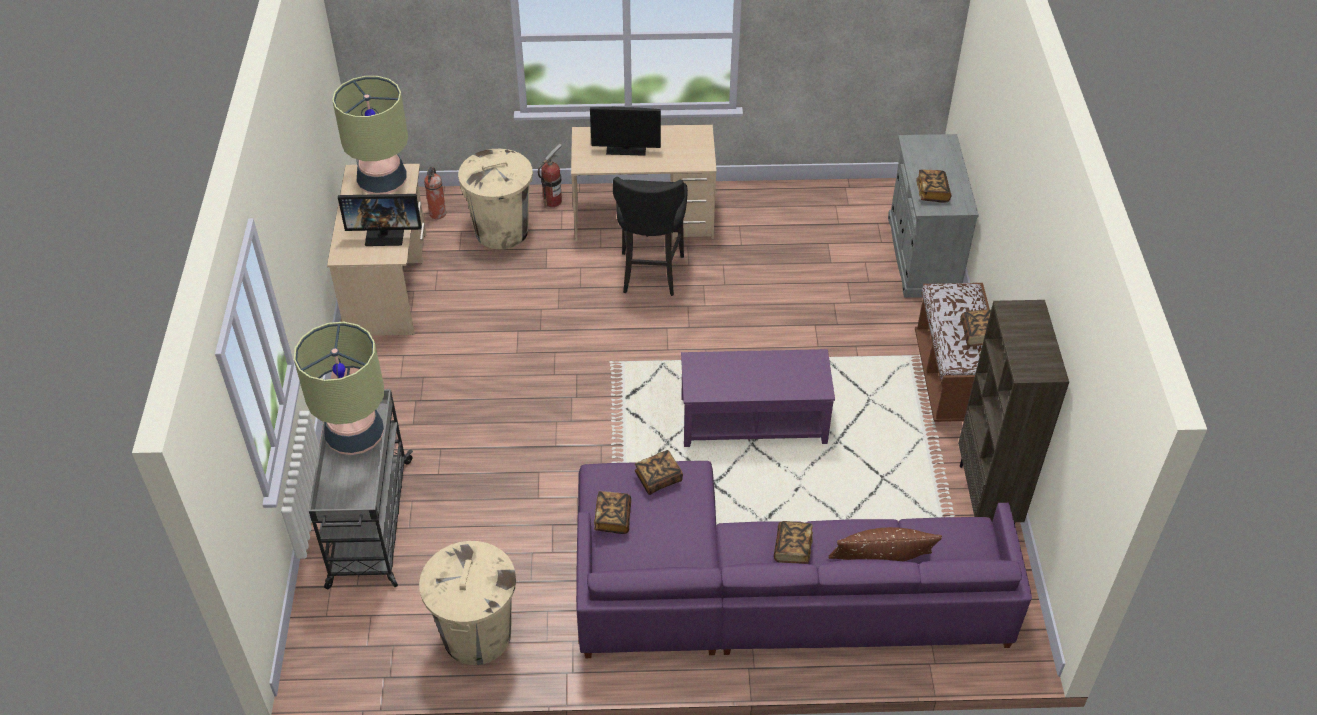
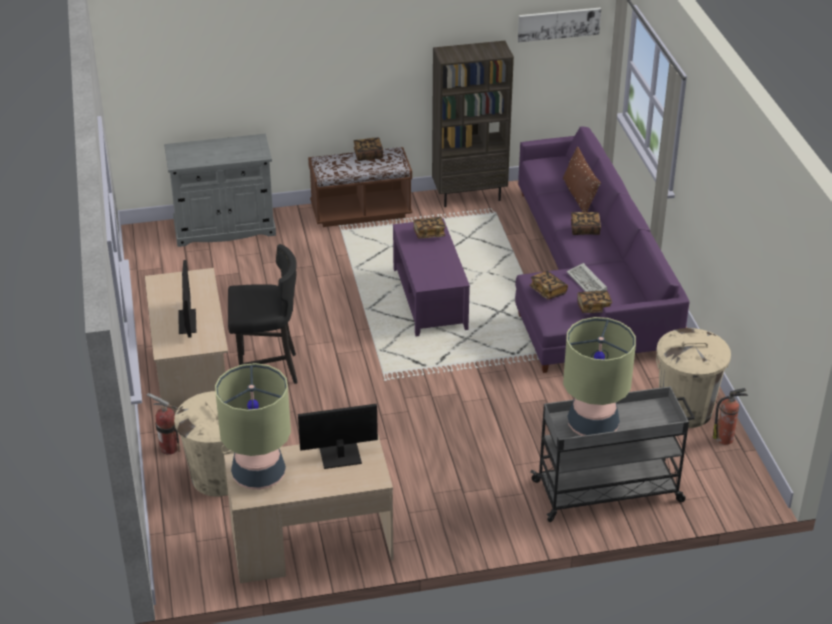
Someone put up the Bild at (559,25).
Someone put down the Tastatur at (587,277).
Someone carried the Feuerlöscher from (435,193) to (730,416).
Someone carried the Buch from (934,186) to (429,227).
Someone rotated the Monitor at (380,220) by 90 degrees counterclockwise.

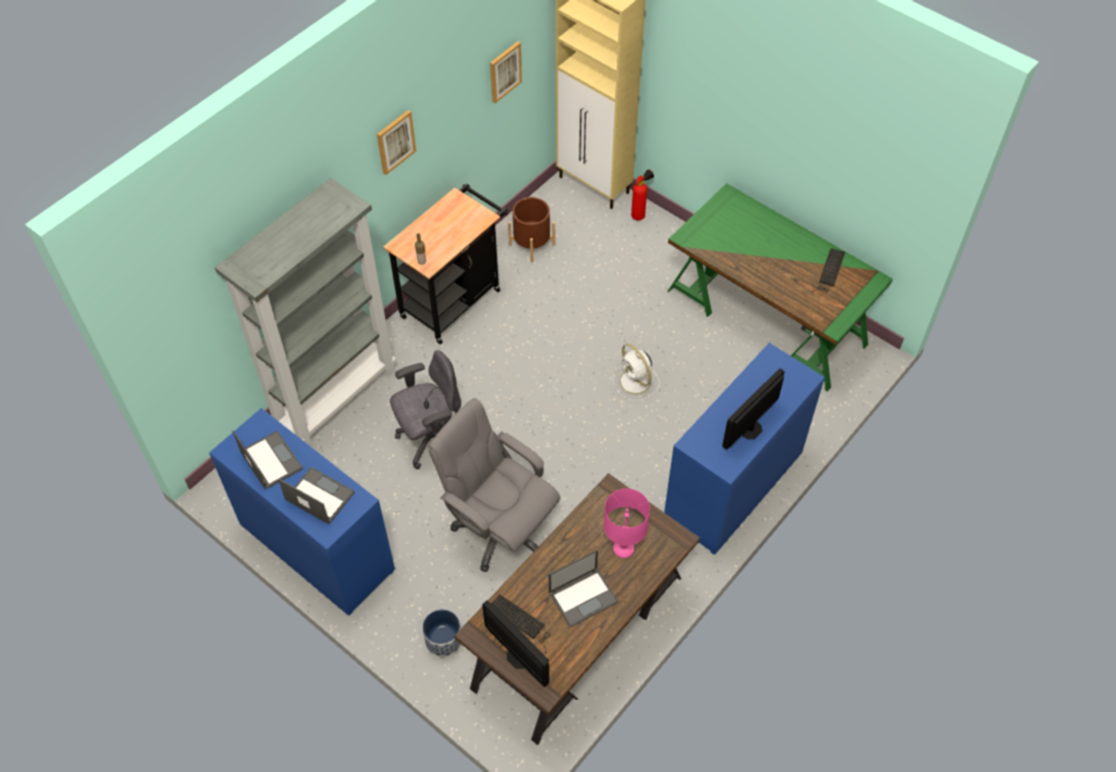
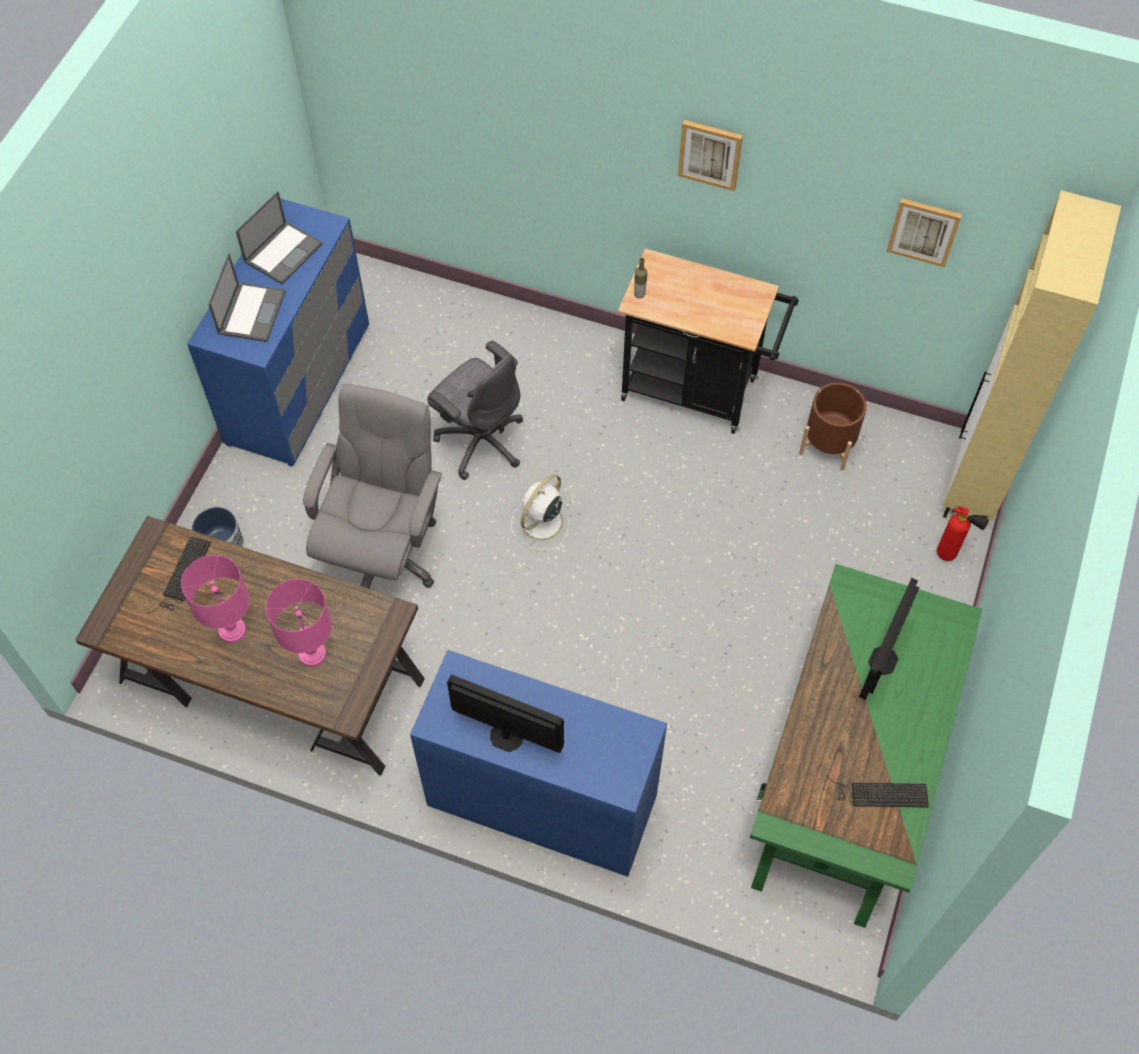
Someone took away the Bücherregal (grau) at (305,312).
Someone carried the Monitor from (515,643) to (889,639).
Someone carried the Ventilator (weiß) from (636,372) to (540,512).
Someone swapped the Laptop at (583,588) for the Tischlampe (rosa) at (215,599).

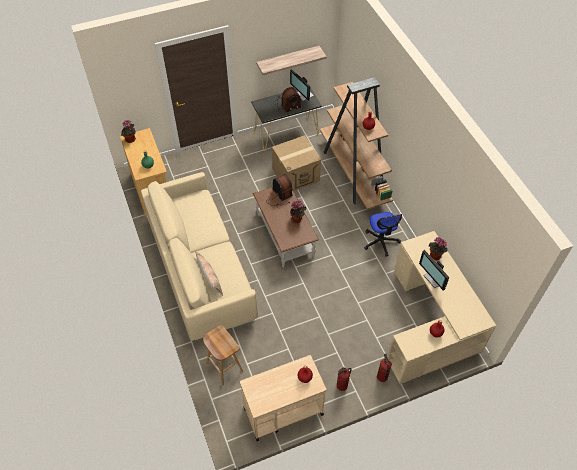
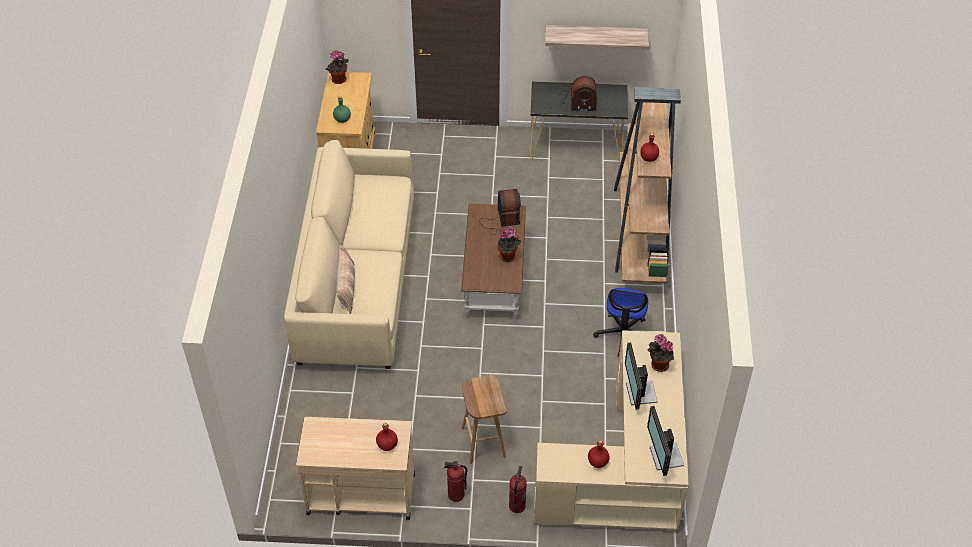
Someone took away the Karton at (296,163).
Someone carried the Hocker (braun) from (223,355) to (483,419).
Someone carried the Monitor from (302,85) to (665,441).

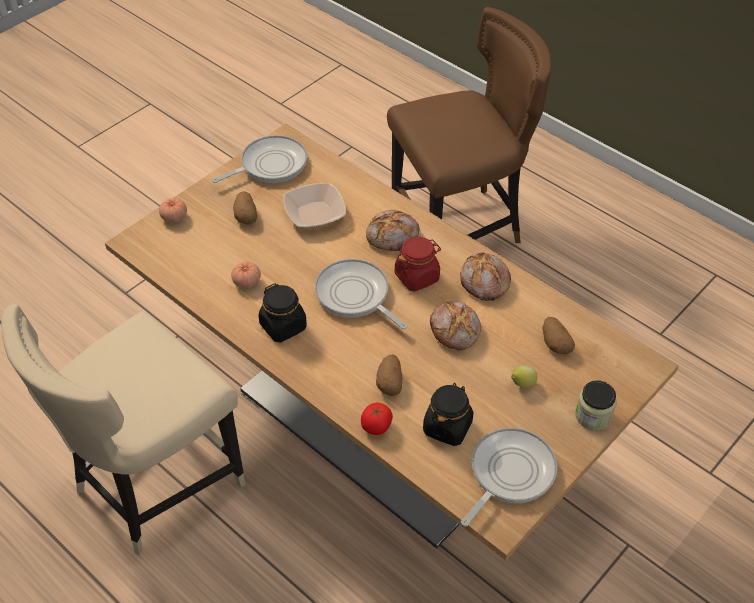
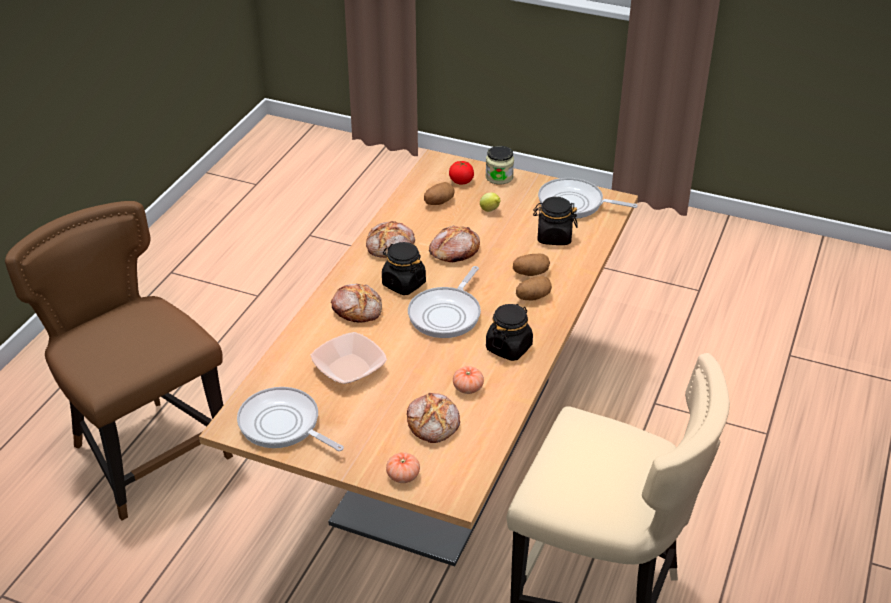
Someone put down the Brot at (433,418).
Someone carried the Kartoffel from (245,207) to (534,288).
Someone carried the Tomate from (377,419) to (461,173).
Someone repainted the Vorratsglas (rot) at (418,264), which became the Vorratsglas (schwarz) at (404,268).

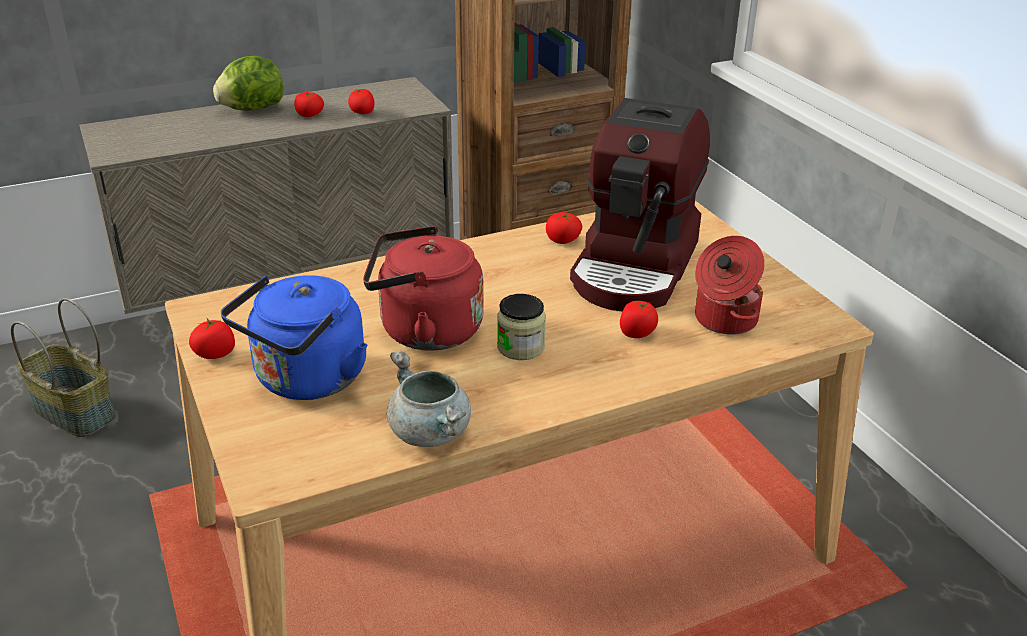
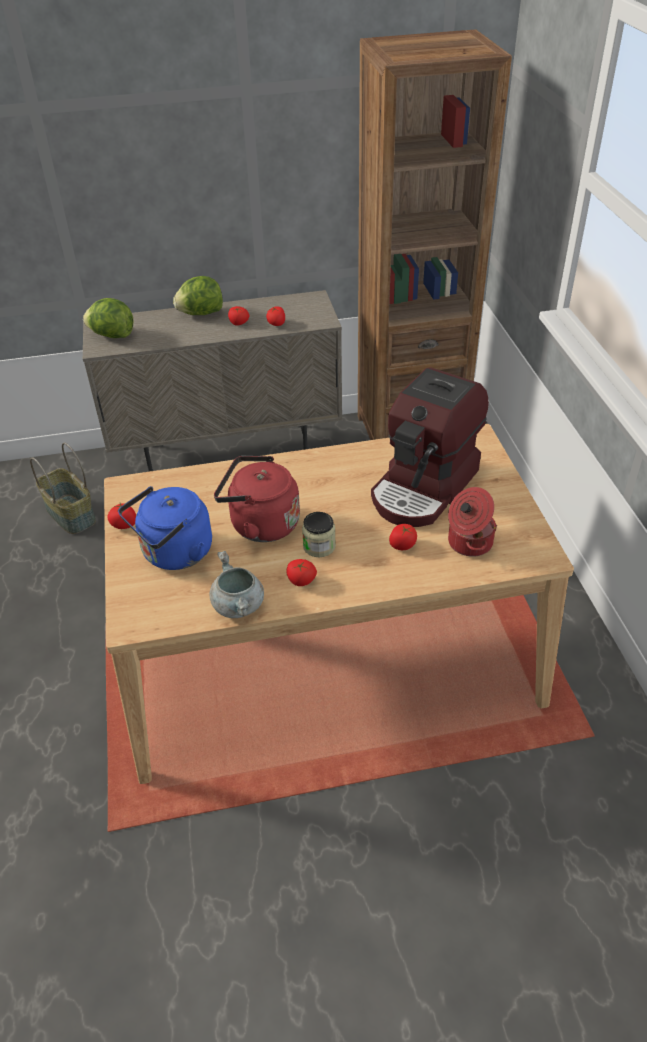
Someone put down the Salatkopf at (108,318).
Someone carried the Tomate from (564,228) to (301,572).

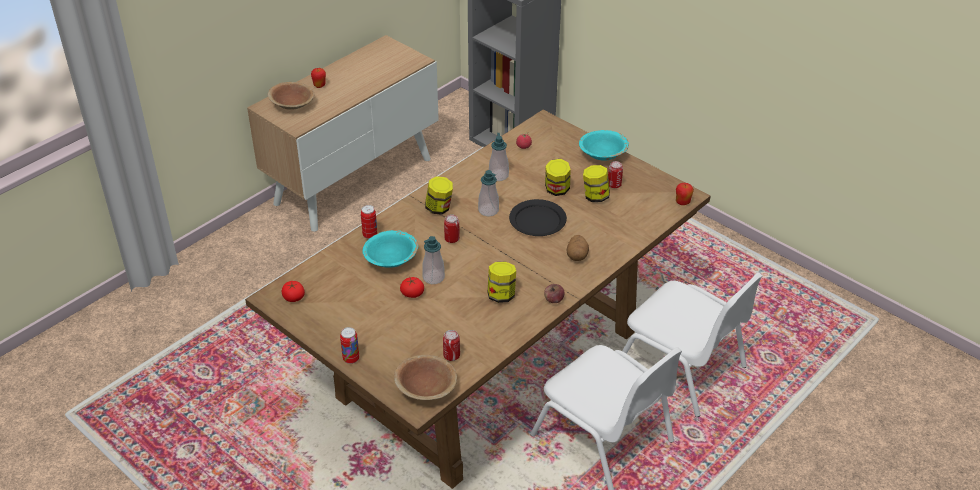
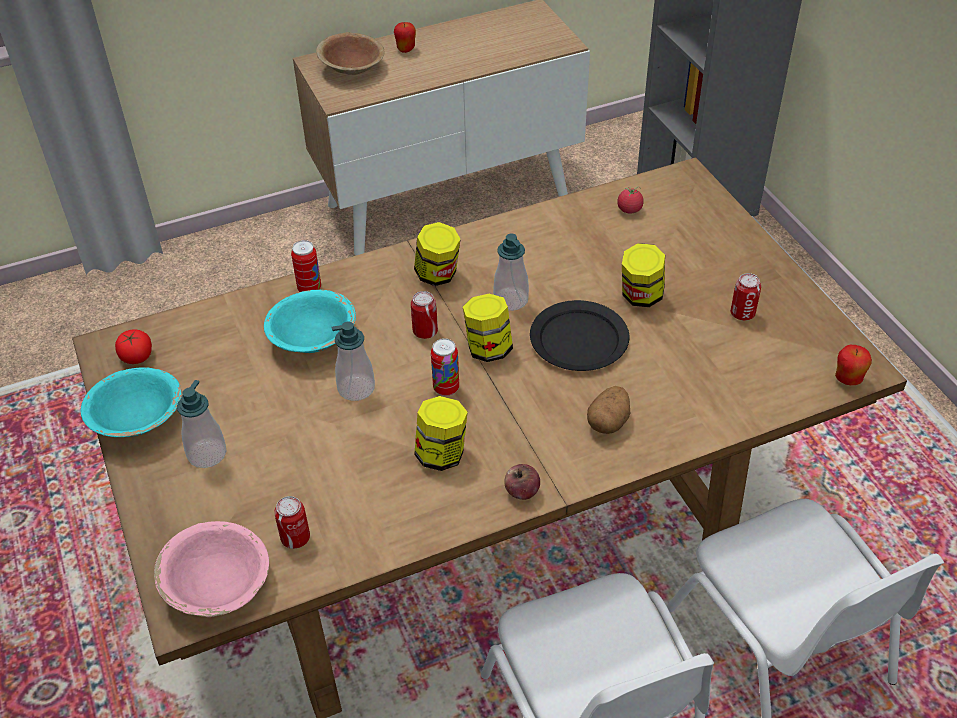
Someone took away the Tomate at (412,287).
Someone carried the Dose from (349,345) to (445,367).
Someone carried the Seifenspender from (499,157) to (201,424).
Someone carried the Schüssel (türkis) from (604,145) to (131,402).
Someone carried the Vorratsglas from (596,183) to (488,328).
Someone repainted the Schüssel (braun) at (425,377), which became the Schüssel (rosa) at (211,569).

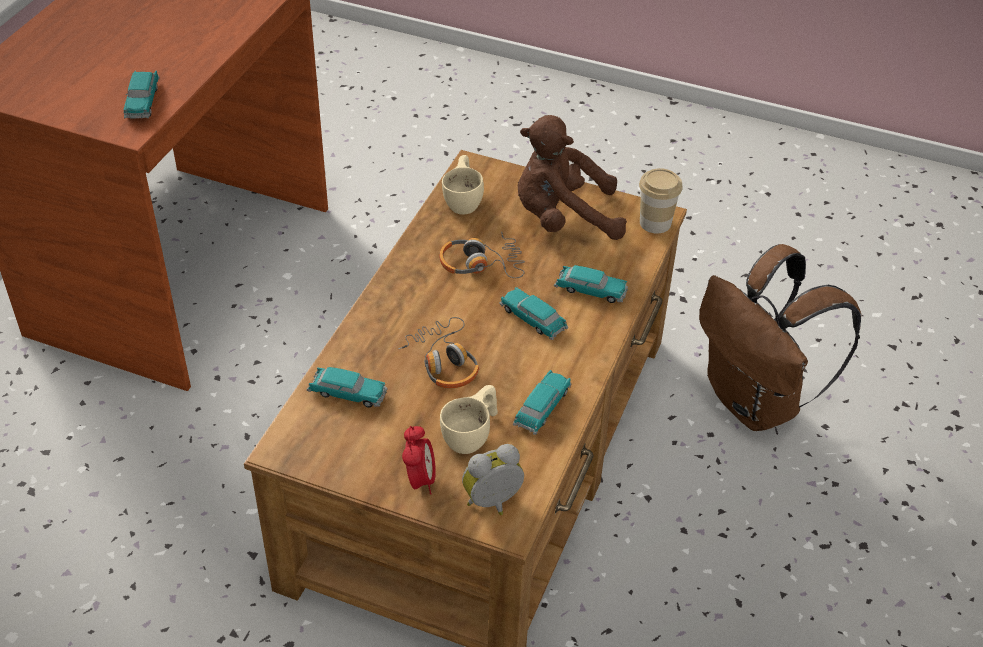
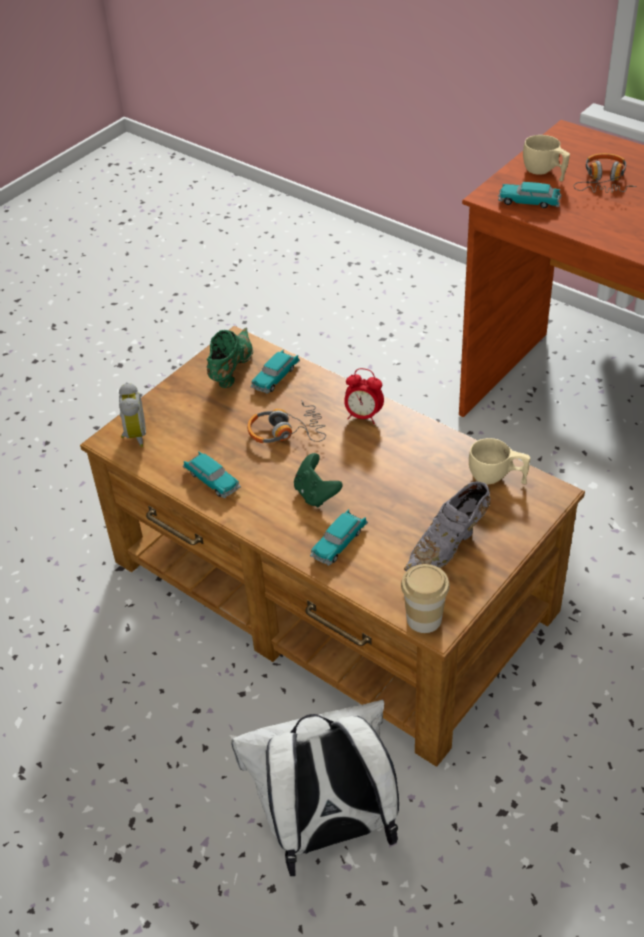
Someone put down the Schuh (grün) at (230,357).
Someone carried the Wecker from (419,460) to (364,396).
Someone carried the Kopfhörer from (482,254) to (605,173).
Someone carried the Tasse (beige) from (469,419) to (546,158).
Someone swapped the Spielzeugauto at (533,313) for the Gamepad (grün) at (318,480).
Someone swapped the Plüschtier (braun) at (572,177) for the Schuh (grau) at (447,526).
Someone repainted the Rucksack (braun) at (780,337), which became the Rucksack (weiß) at (315,788).

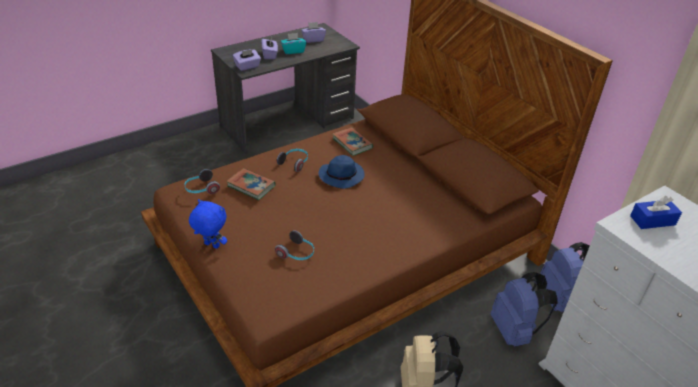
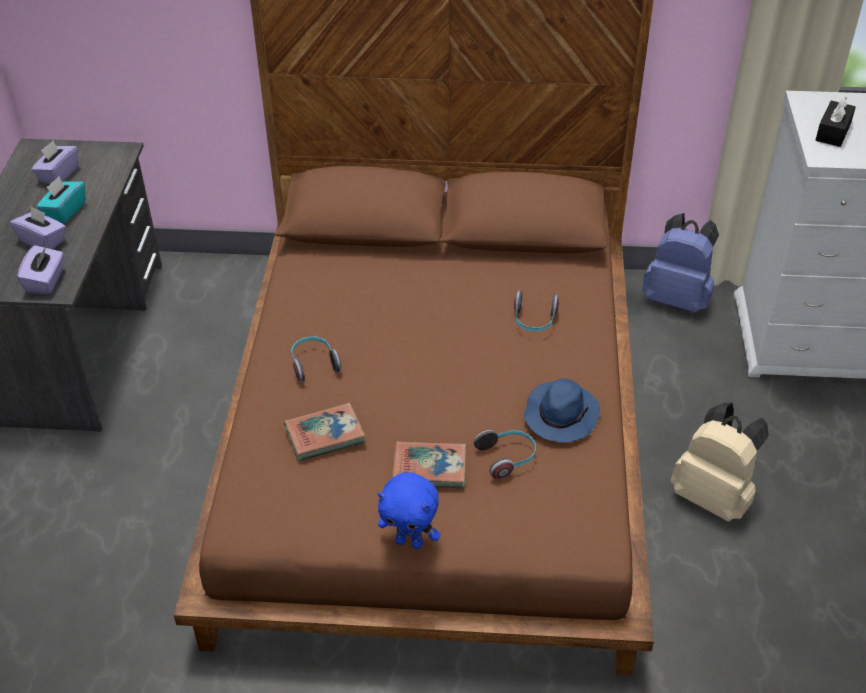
Someone took away the Rucksack (blau) at (524,309).
Someone carried the Kopfhörer from (202,181) to (536,311).
Someone carried the Hut (blau) from (342,172) to (562,410).
Someone carried the Buch from (352,142) to (429,464).
Someone repainted the Taschentuchbox (blau) at (656,212), which became the Taschentuchbox (schwarz) at (836,121).
Someone rotated the Plüschtier (blau) at (208,224) by 135 degrees counterclockwise.

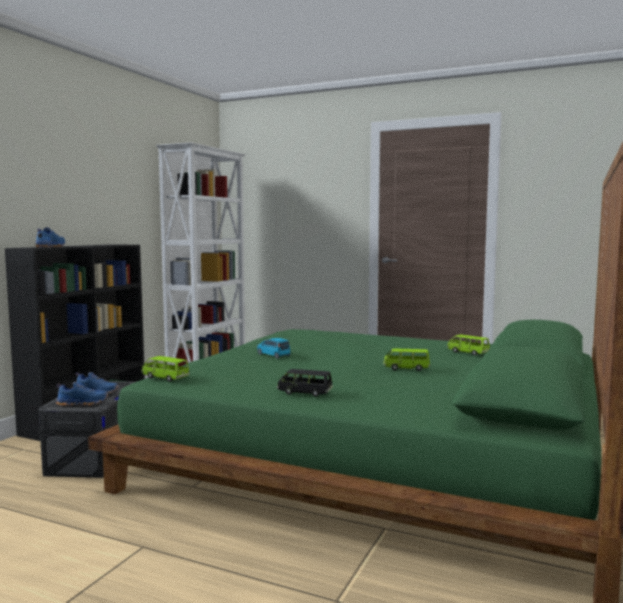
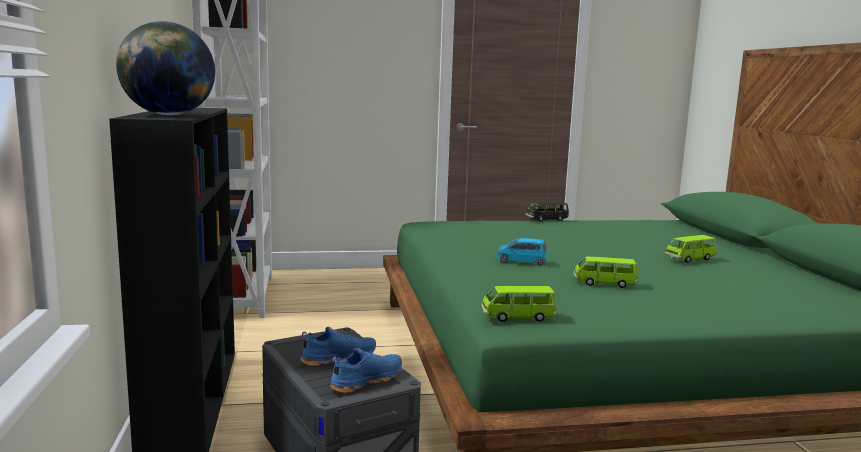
Someone carried the Spielzeugauto (schwarz) from (305,383) to (547,212).
Someone carried the Spielzeugauto (grün) from (468,345) to (606,272).
Someone swapped the Schuh (blau) at (50,237) for the Globus at (165,68).

